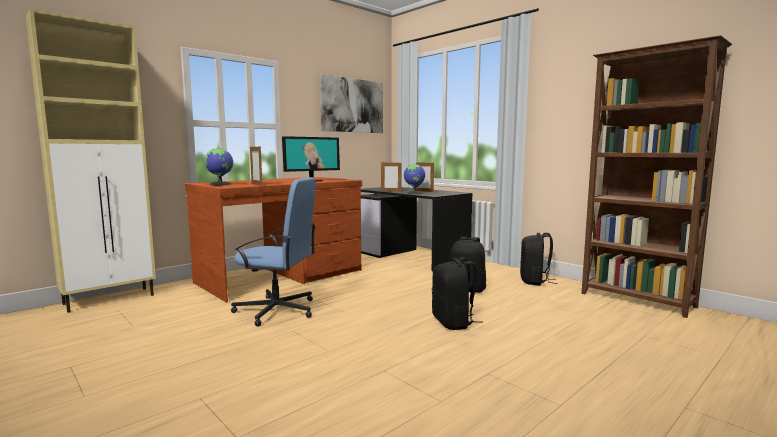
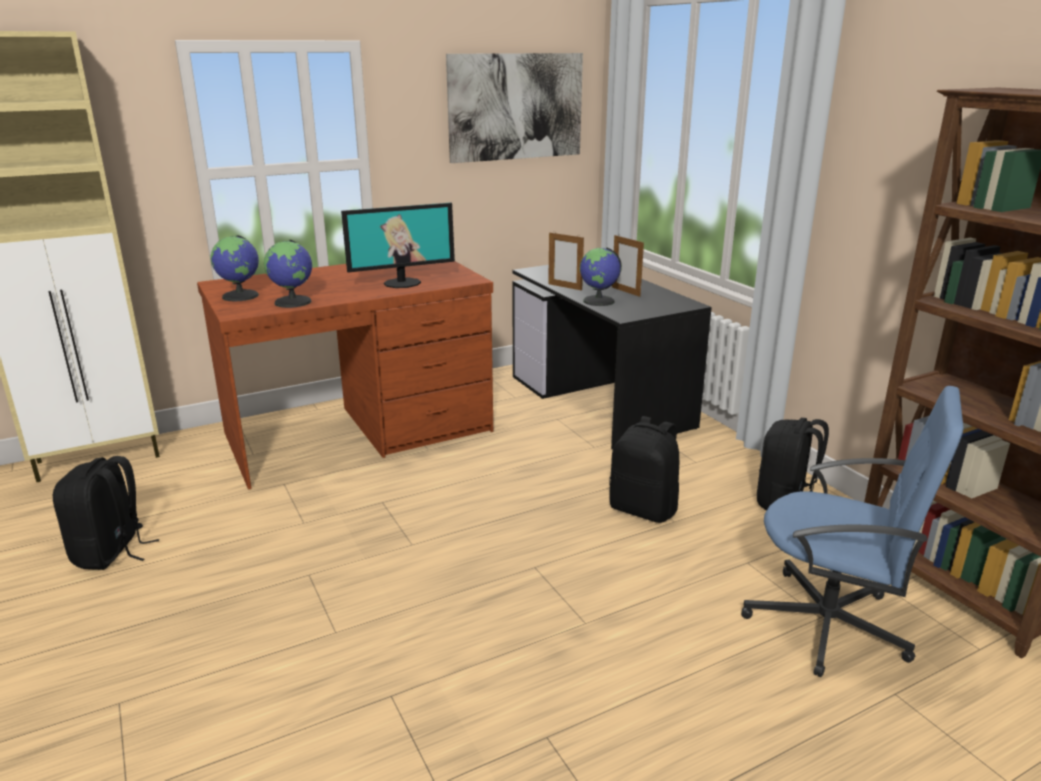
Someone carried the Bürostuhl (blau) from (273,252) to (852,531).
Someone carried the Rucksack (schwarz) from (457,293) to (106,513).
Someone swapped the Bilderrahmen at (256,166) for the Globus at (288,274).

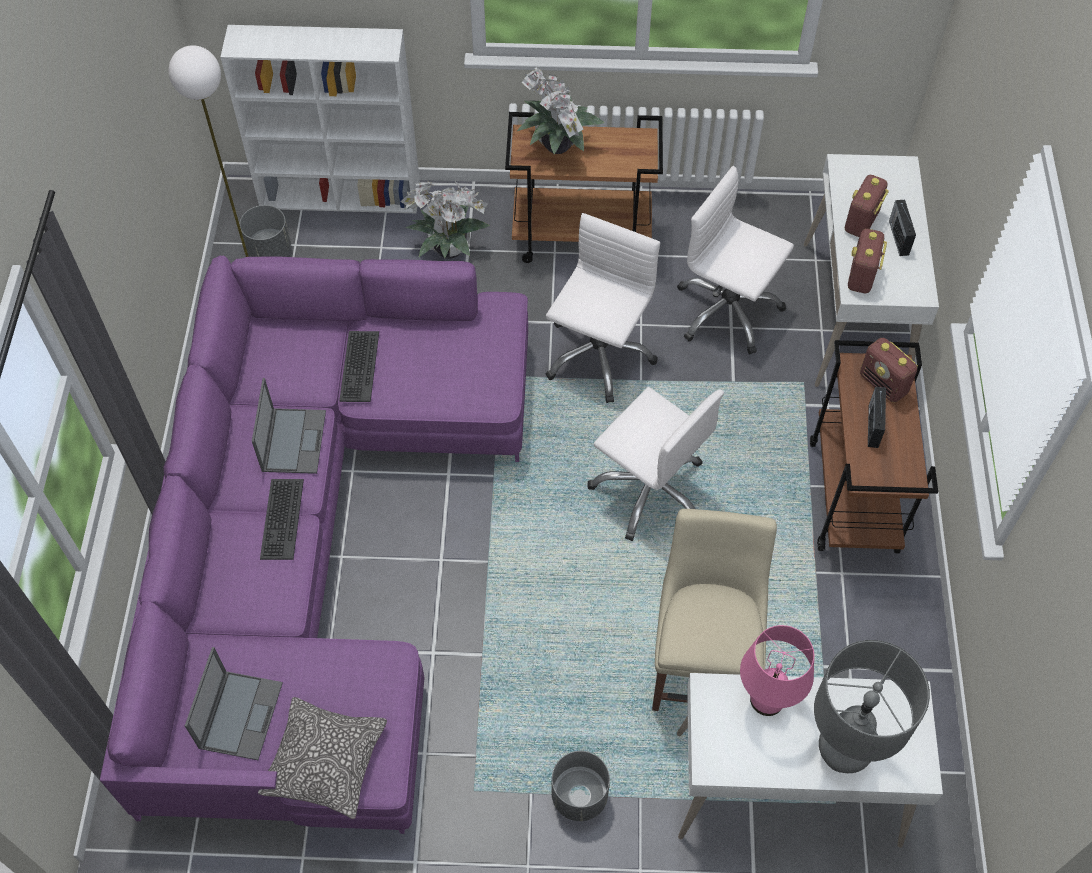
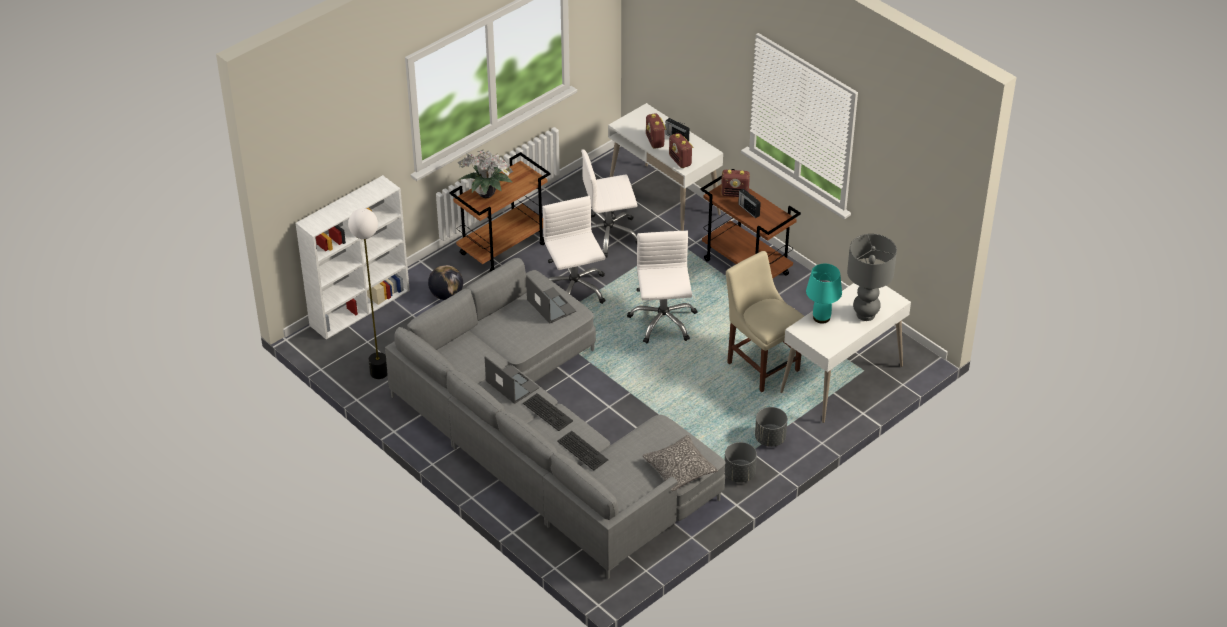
Someone carried the Laptop from (234,703) to (551,299).
Someone carried the Pflanzkübel (grau) from (265,231) to (741,462).
Someone carried the Tastatur from (359,366) to (582,451).
Someone swapped the Topfpflanze at (445,219) for the Globus at (445,282).
Someone repainted the Sofa (lila) at (314,545), which became the Sofa (grau) at (555,418).
Someone repainted the Tischlampe (rosa) at (777,670), which became the Tischlampe (türkis) at (824,293).
Someone rotated the Bürostuhl (weiß) at (655,464) by 90 degrees counterclockwise.

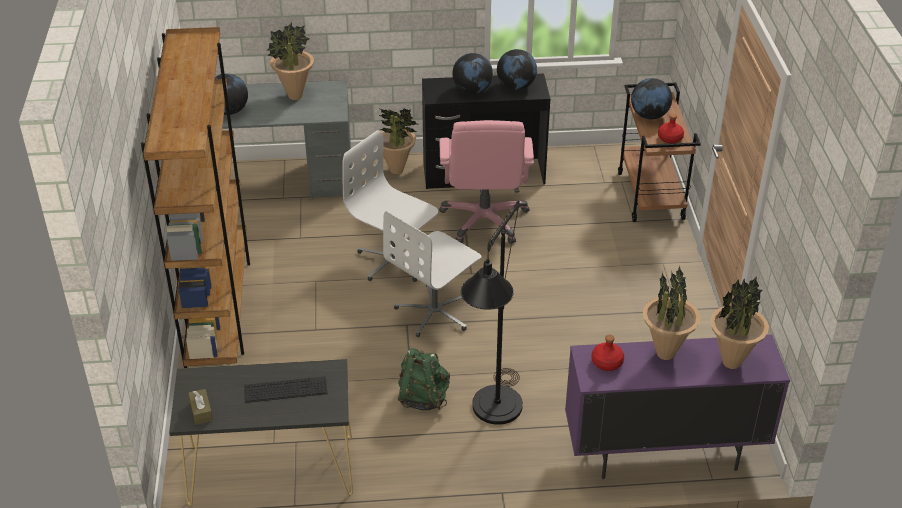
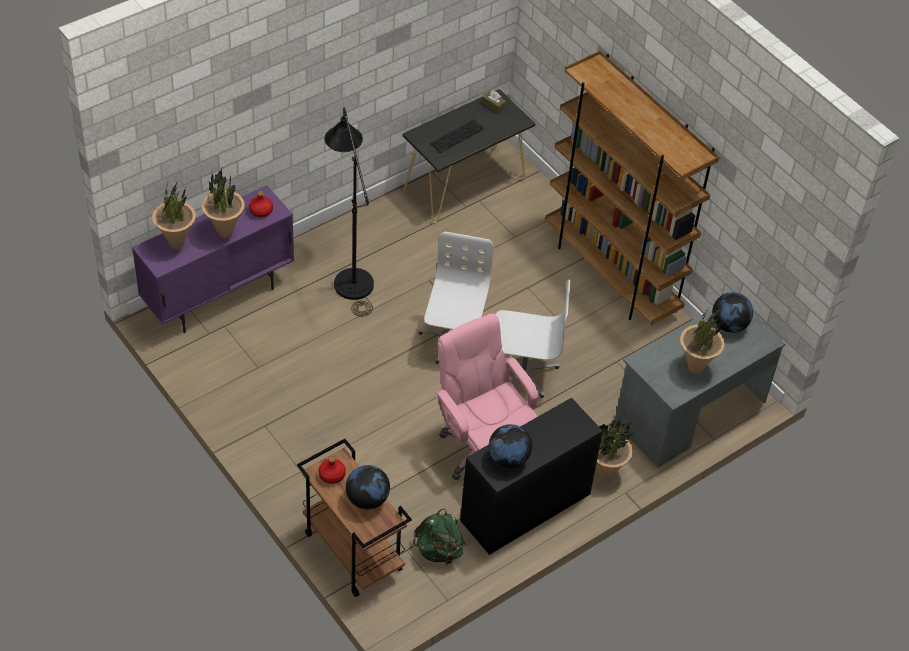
Someone took away the Globus at (472,73).
Someone carried the Rucksack (grün) from (424,379) to (439,536).

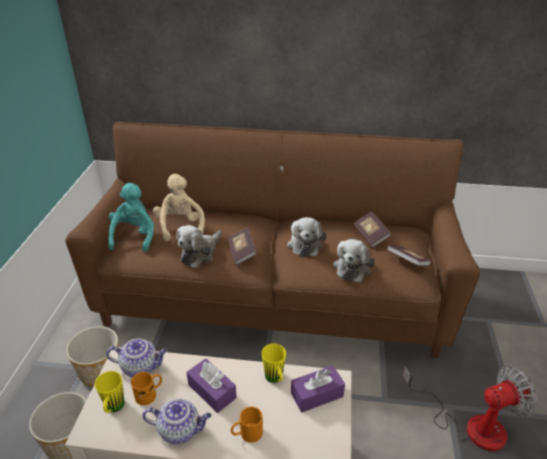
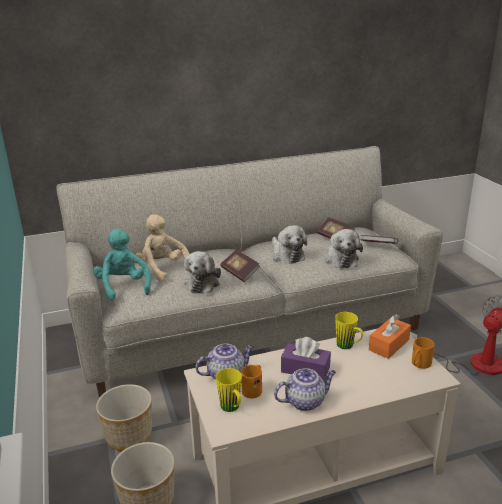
Someone carried the Henkelbecher (orange) from (247,425) to (423,353).
Someone repainted the Sofa (braun) at (272,240), which became the Sofa (grau) at (249,272).
Someone repainted the Taschentuchbox (lila) at (318,389), which became the Taschentuchbox (orange) at (390,336).

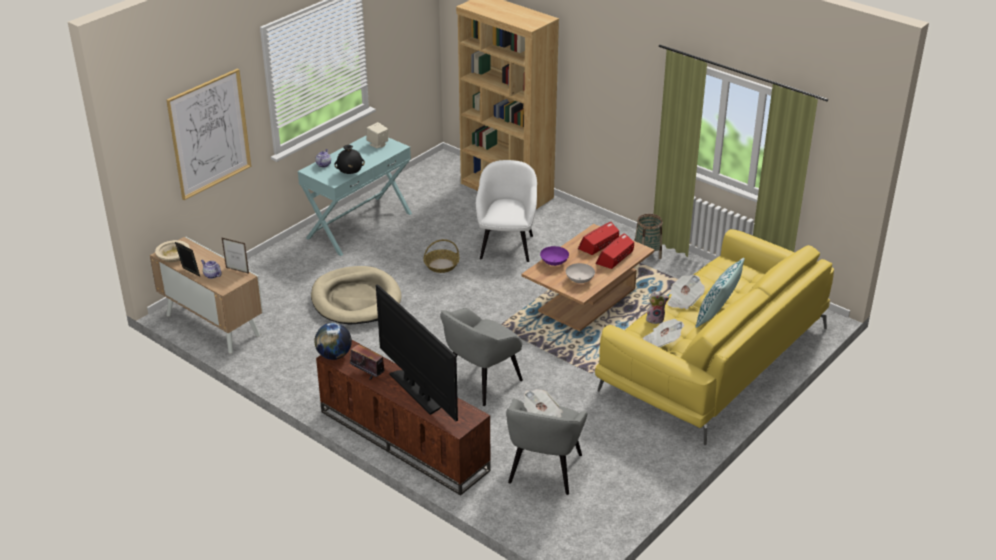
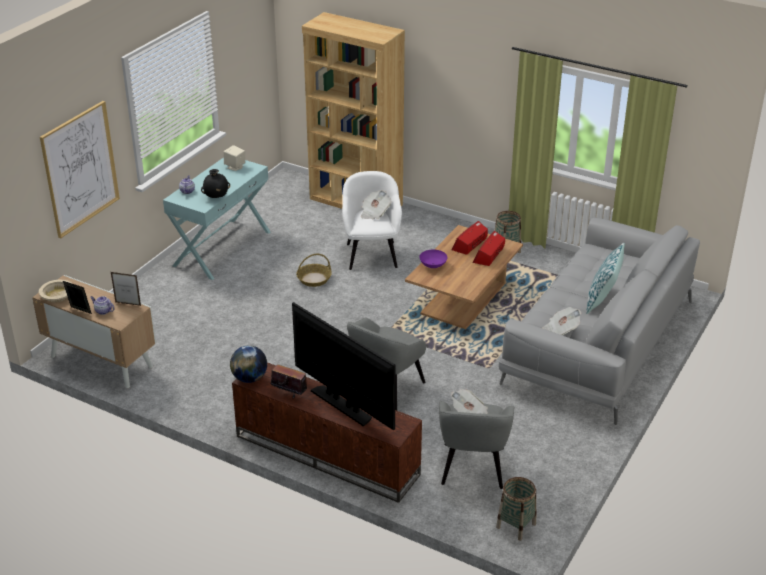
Someone took away the Hundebett (beige) at (356,295).
Someone took away the Schüssel (weiß) at (580,273).
Someone took away the Plüschtier at (657,307).
Someone put down the Korb at (516,509).
Someone carried the Zeitung from (686,292) to (376,204).
Someone repainted the Sofa (gelb) at (714,337), which became the Sofa (grau) at (599,321).

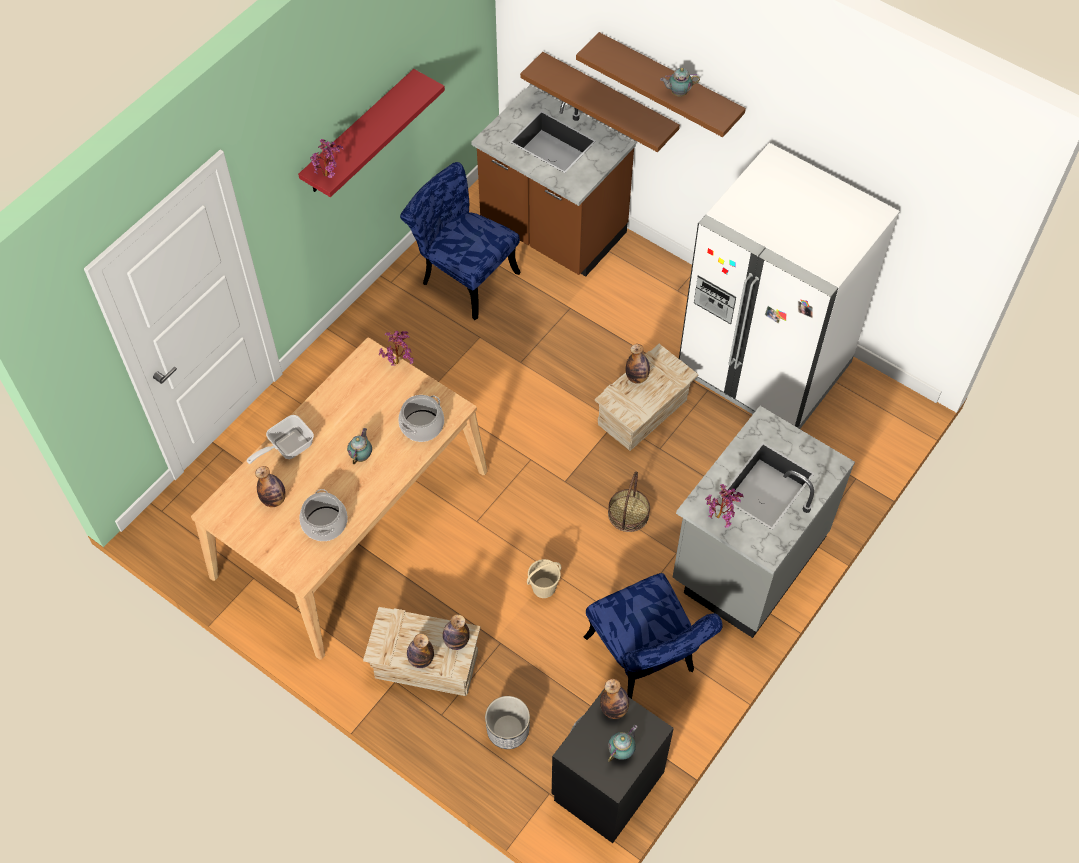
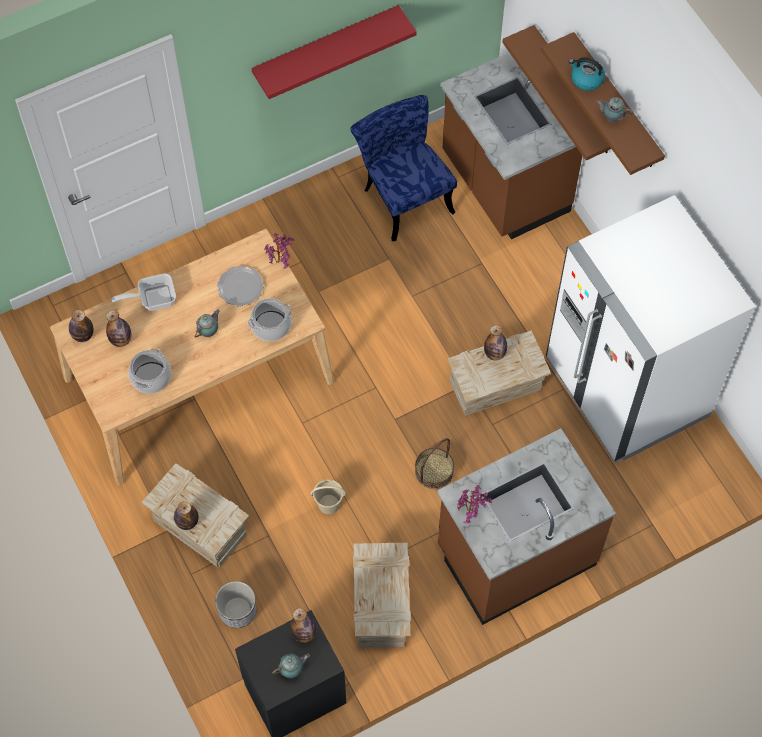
Someone took away the Topfpflanze at (326,158).
Someone put down the Teller at (240,286).
Someone put down the Wasserkessel at (587,74).
Someone carried the Flasche from (456,632) to (81,326).
Someone swapped the Stuhl (blau) at (653,636) for the Kiste at (382,595).
Someone repainted the Küchenzeile (grau) at (764,522), which became the Küchenzeile (braun) at (526,527).

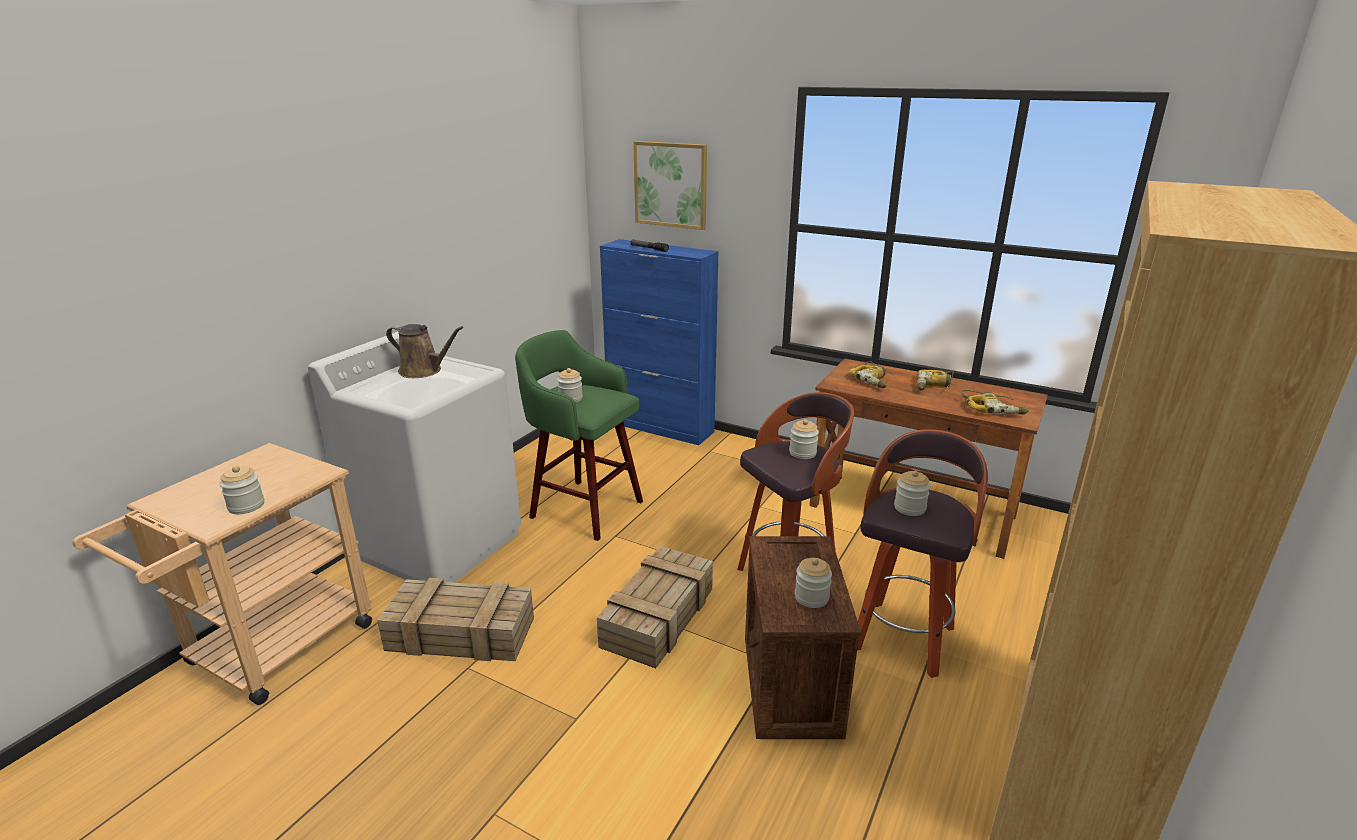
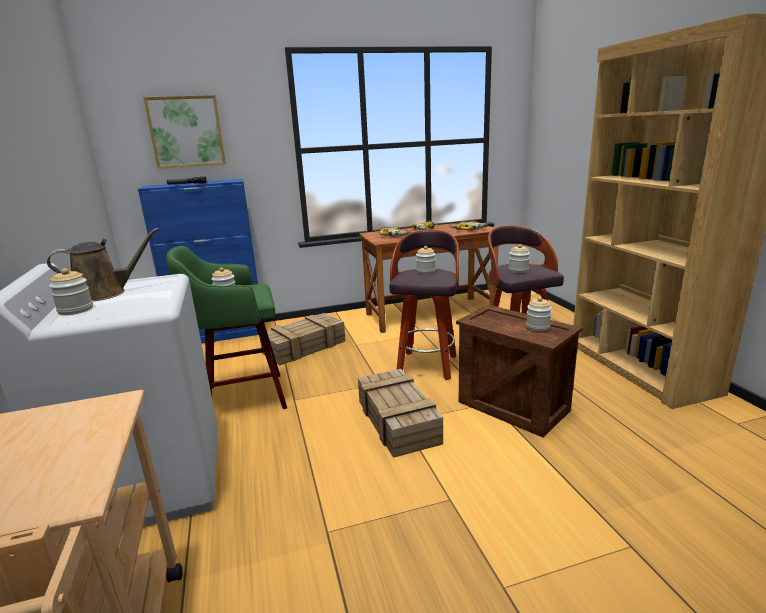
Someone carried the Vorratsglas from (242,490) to (71,291).
Someone carried the Kiste from (455,619) to (303,339).

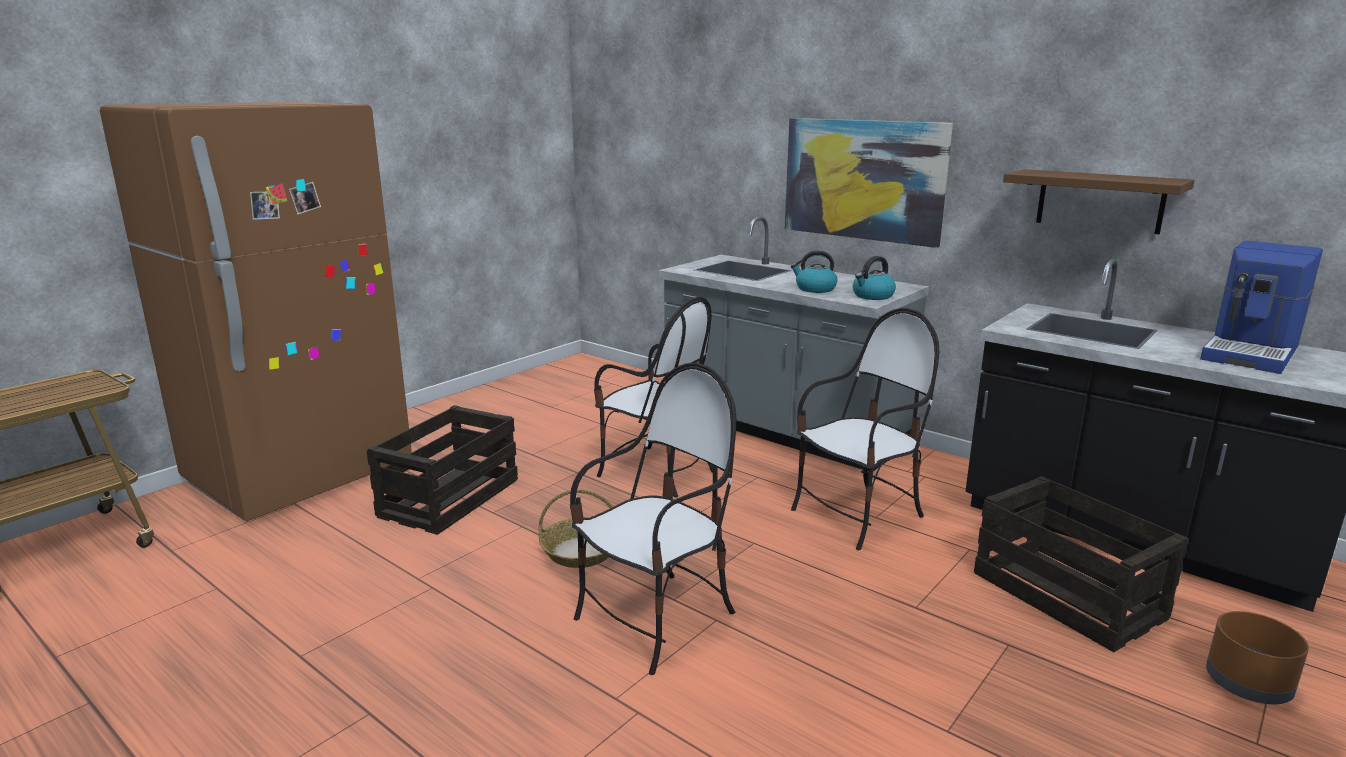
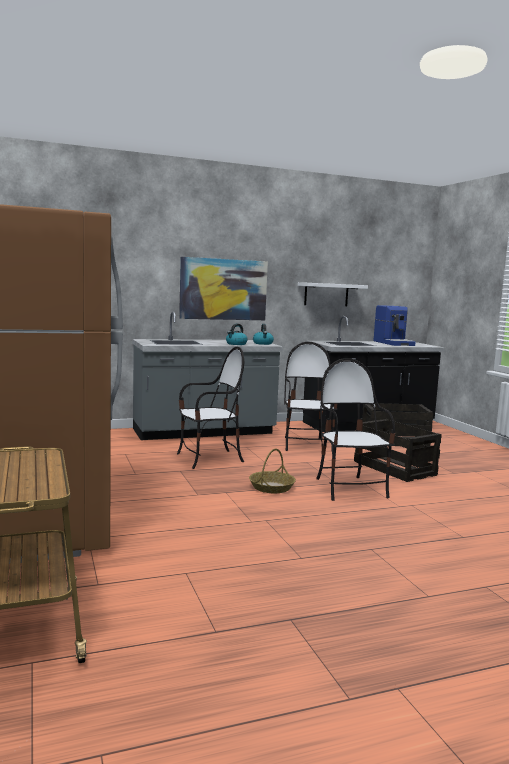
Someone took away the Pflanzkübel (braun) at (1257,657).
Someone carried the Kiste from (442,470) to (398,450).
Someone repainted the Wandregal (braun) at (1099,201), which became the Wandregal (weiß) at (333,294).

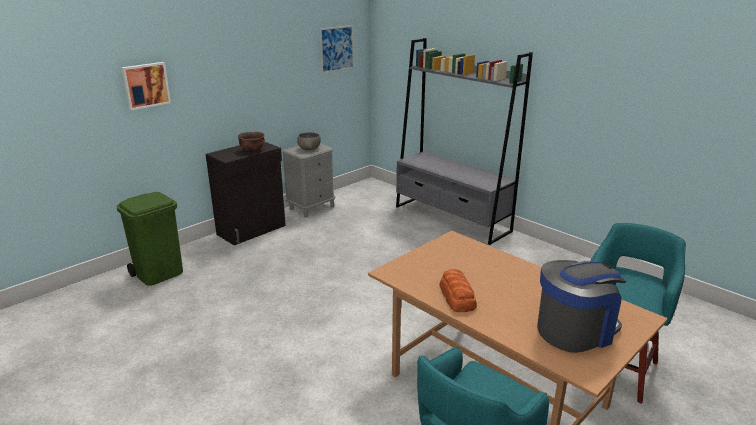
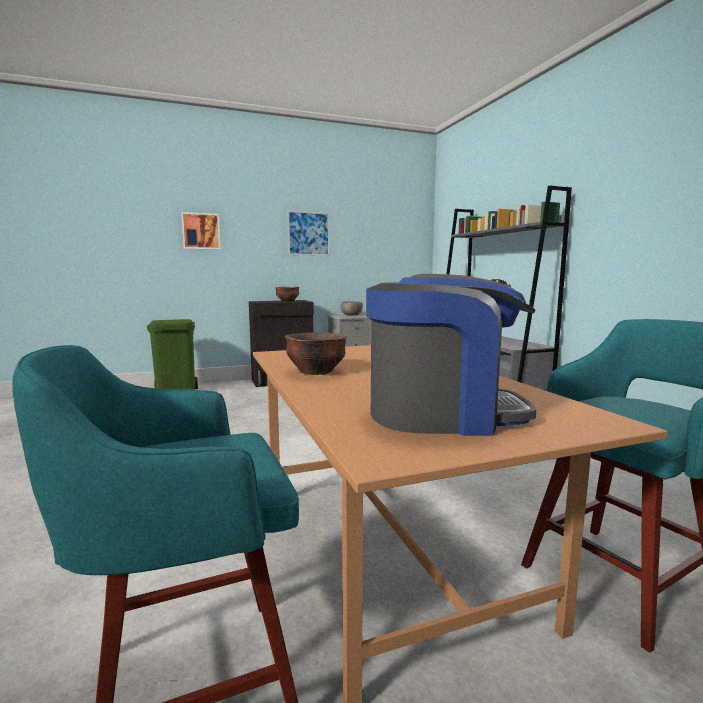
Someone carried the Bild from (337,49) to (308,233).
Someone swapped the Brot at (458,290) for the Schüssel (braun) at (316,354).

